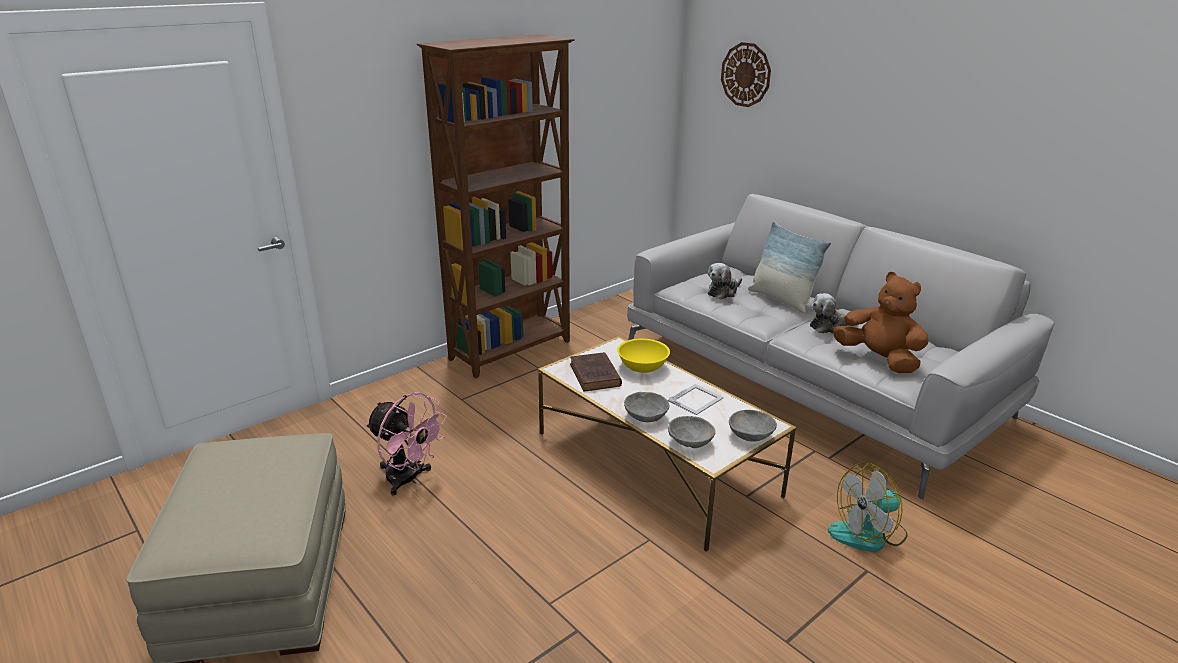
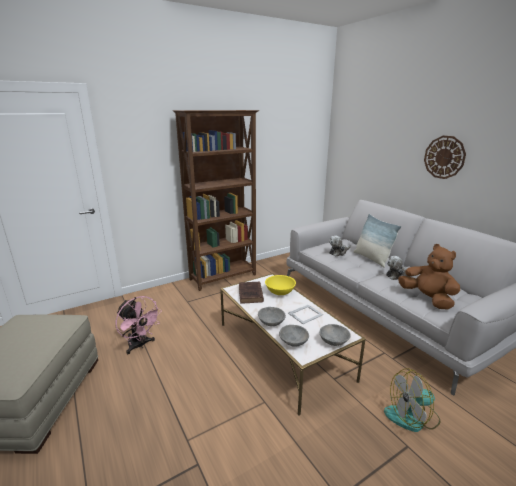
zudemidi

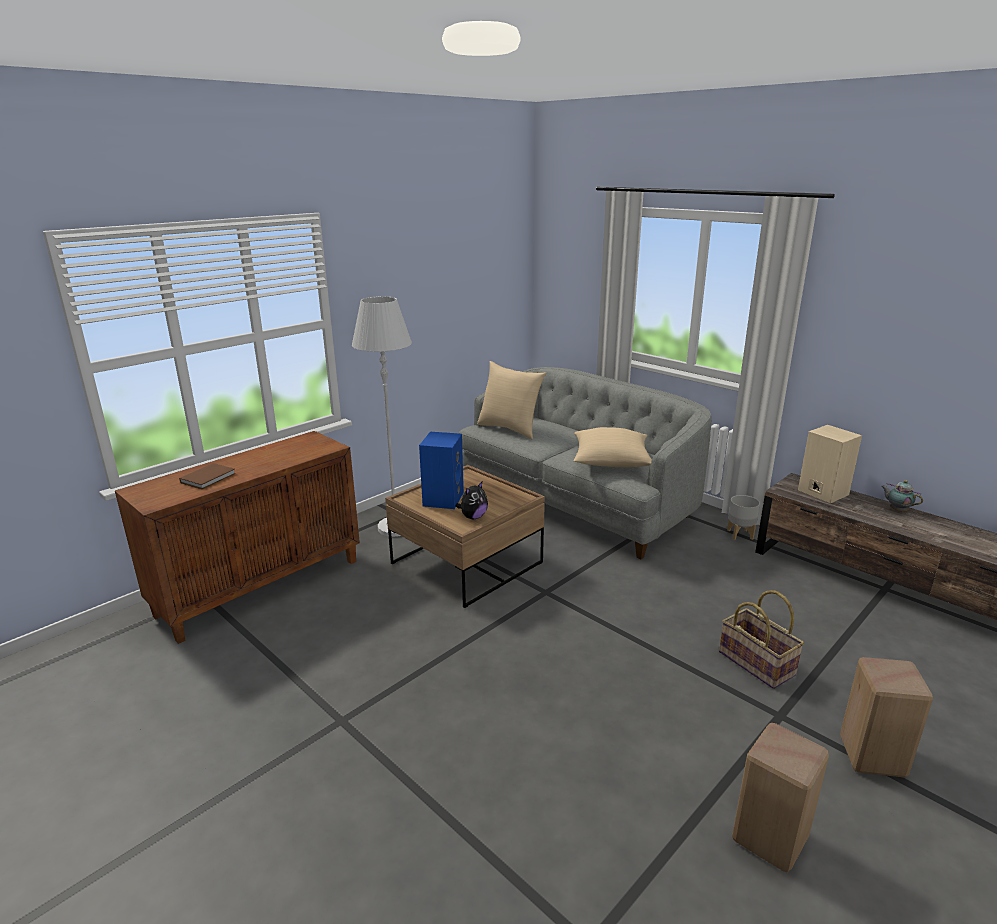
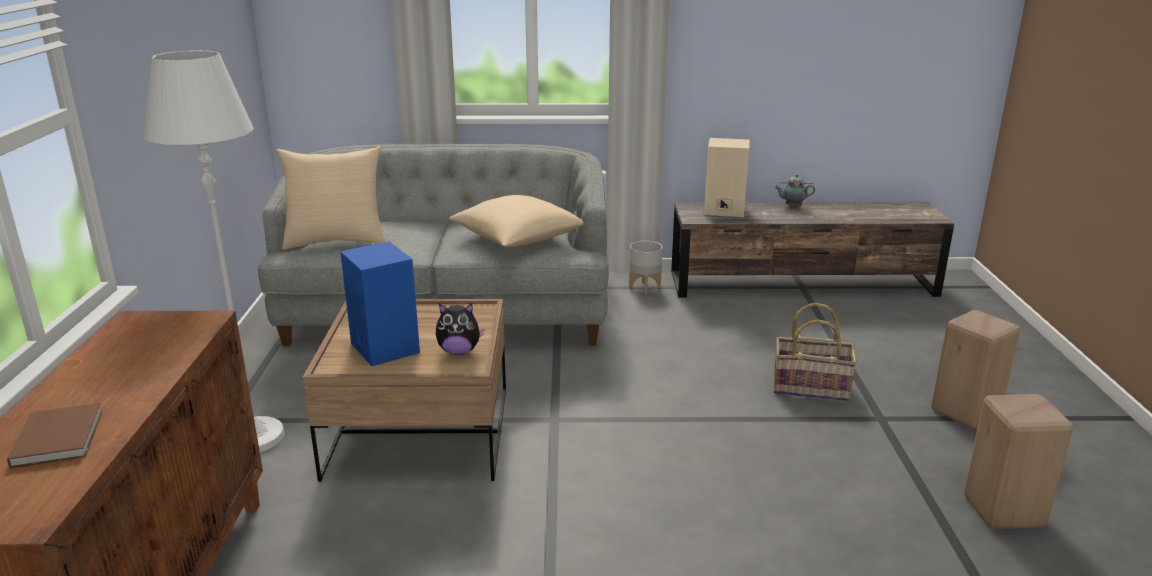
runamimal

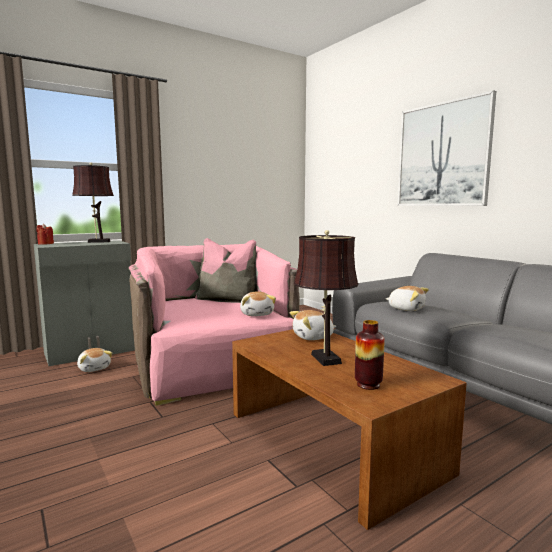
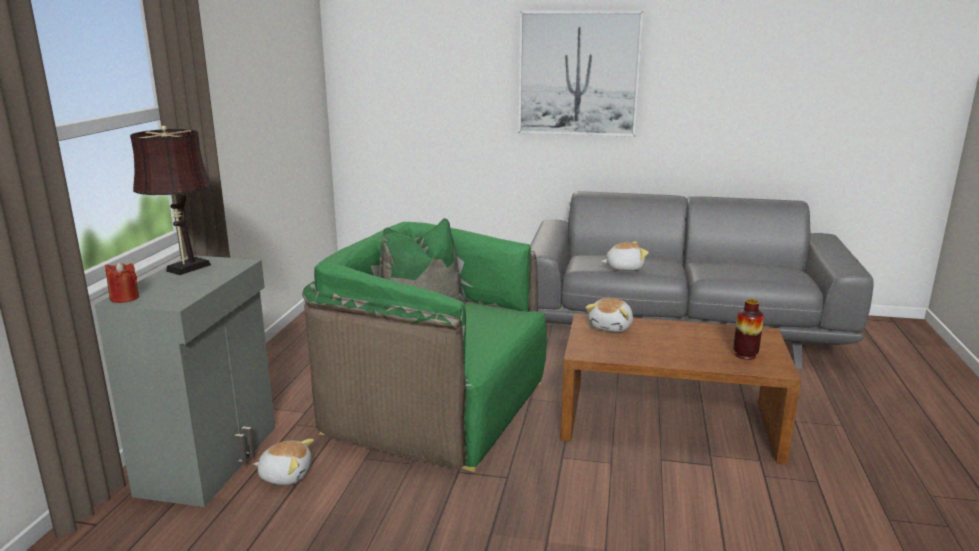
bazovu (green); runamimal (2nd from left in the first image); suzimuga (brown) (2nd from left in the first image)

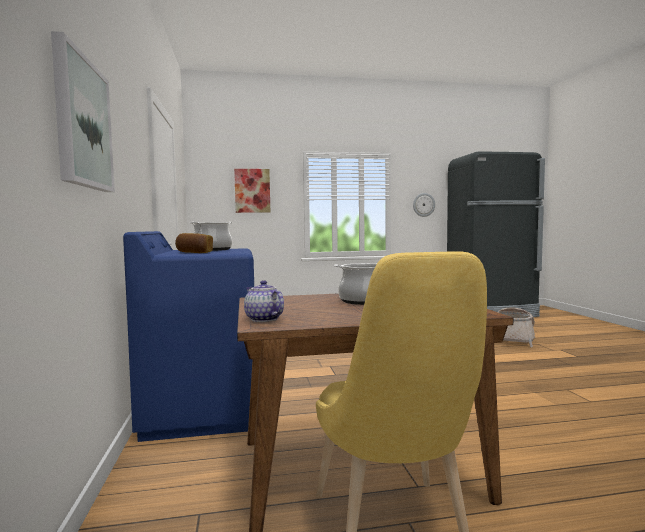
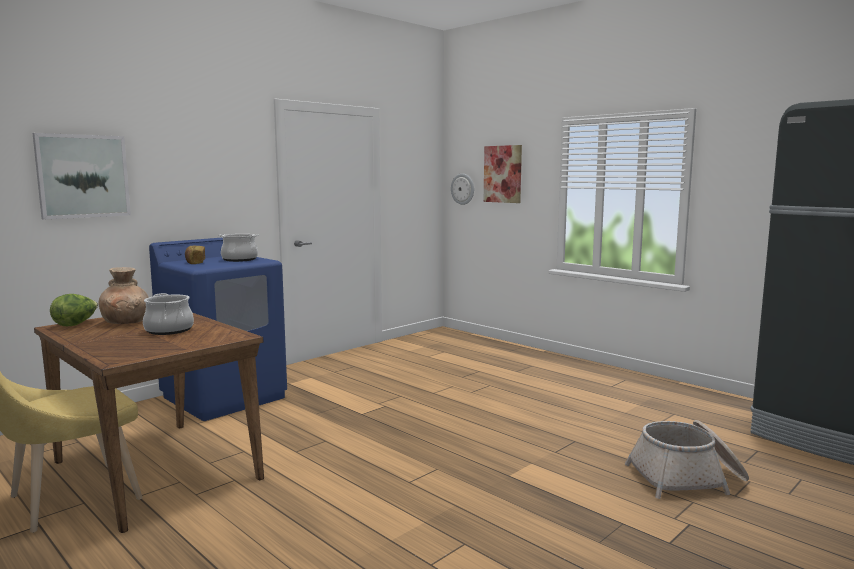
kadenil; zudemidi; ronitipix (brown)

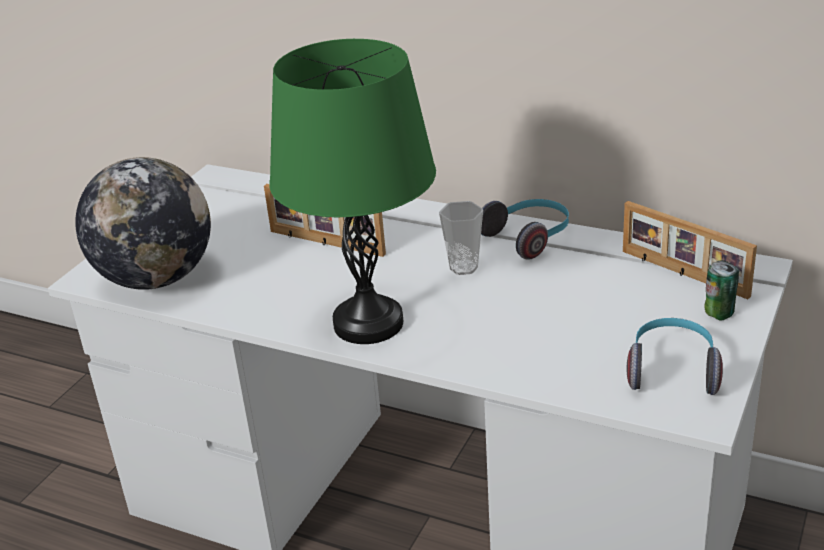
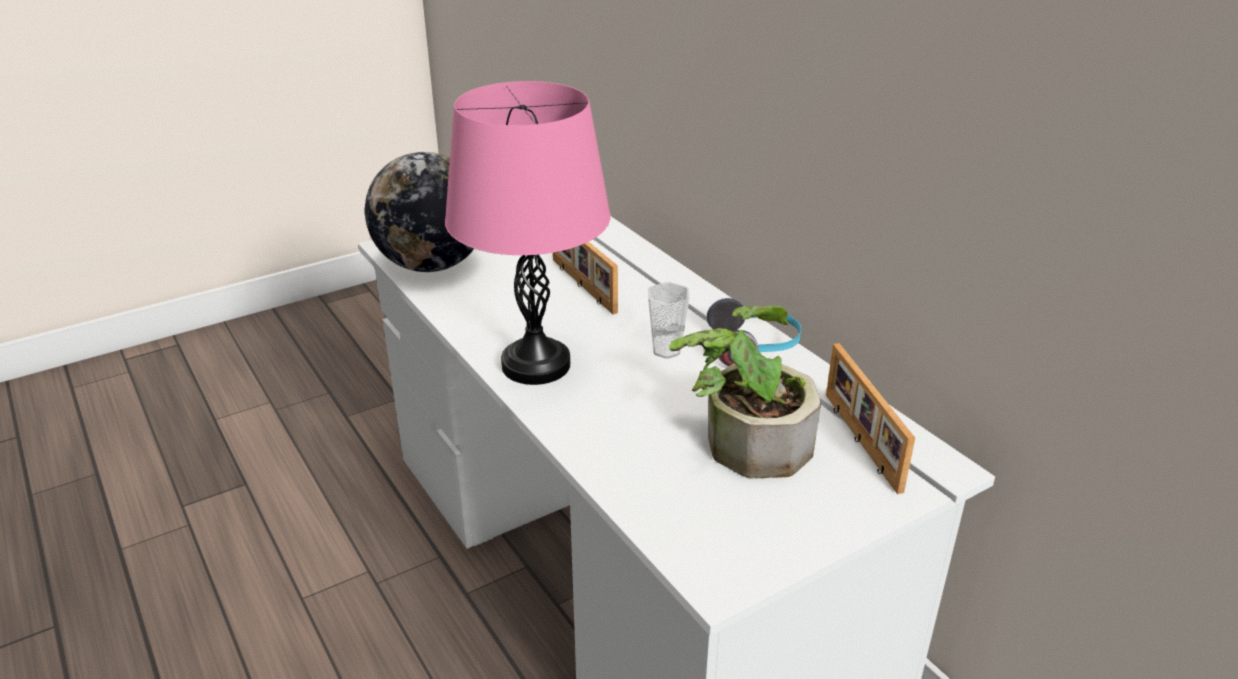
suzimuga (pink); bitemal (2nd from left in the first image); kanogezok; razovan

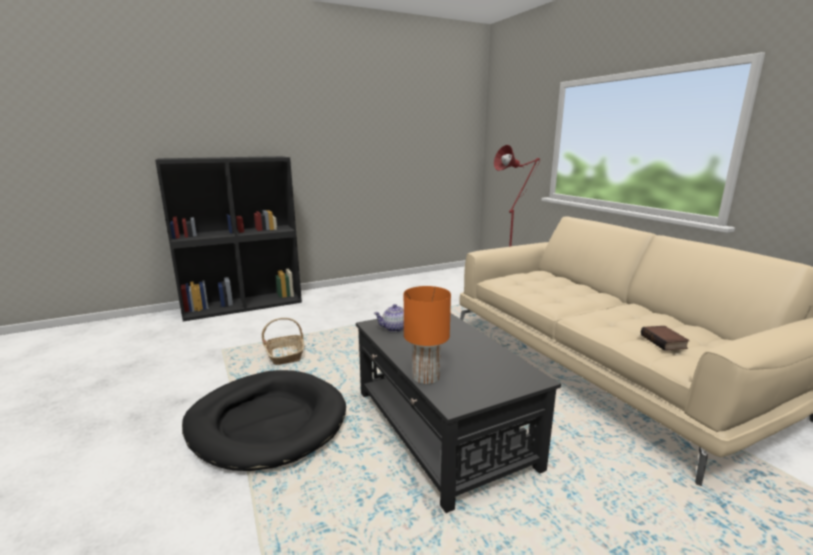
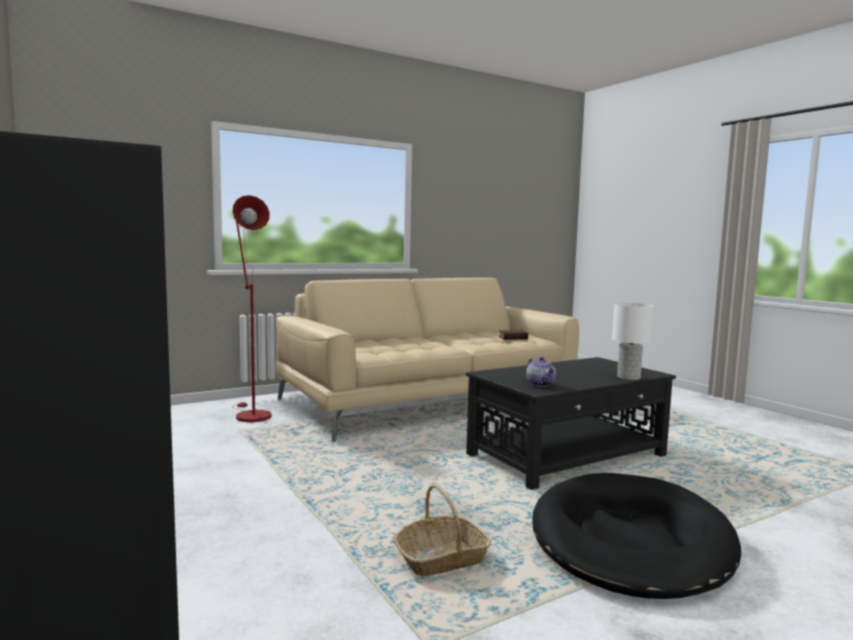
suzimuga (white)

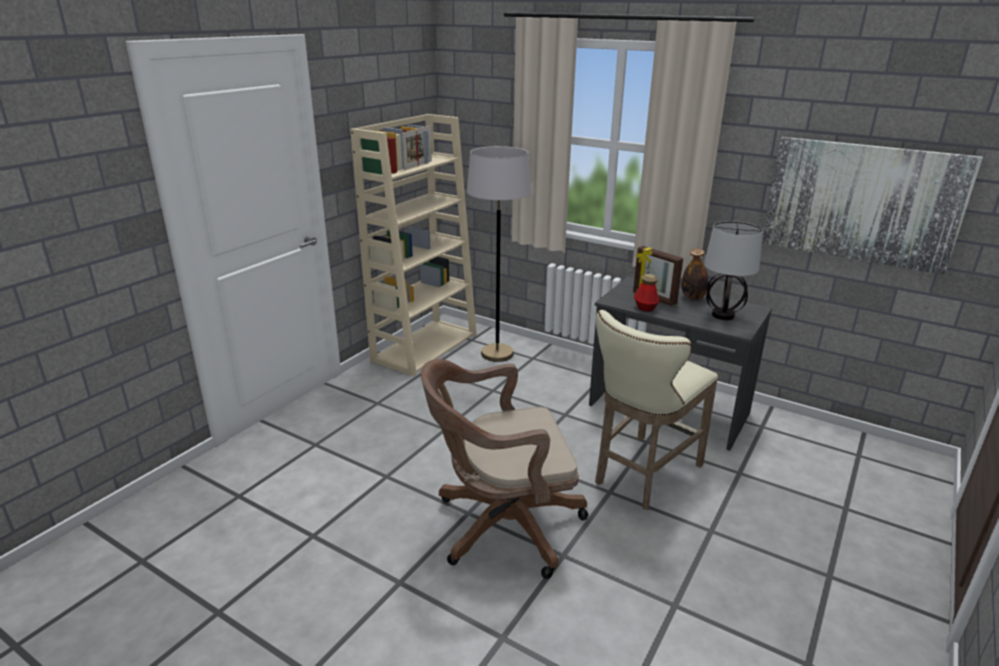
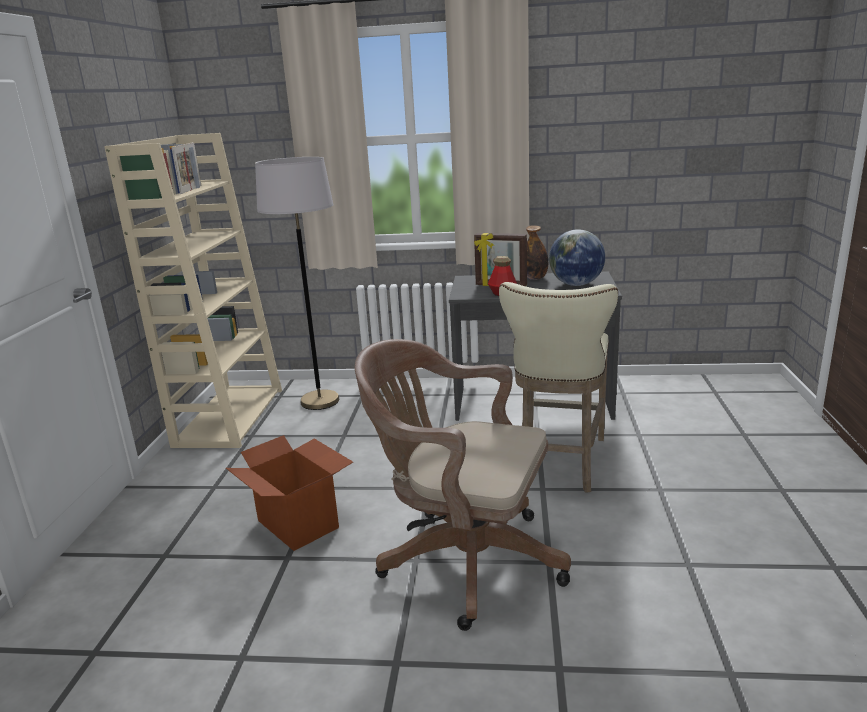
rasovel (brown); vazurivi; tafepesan; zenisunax

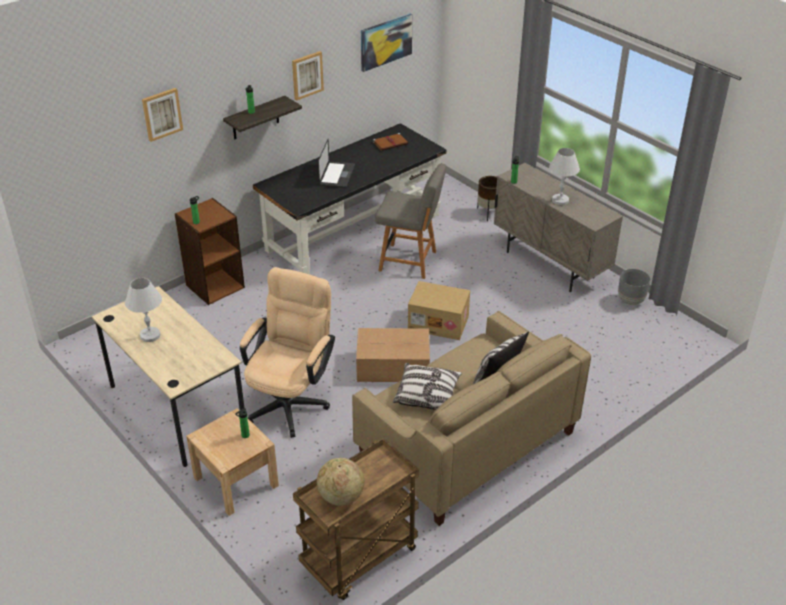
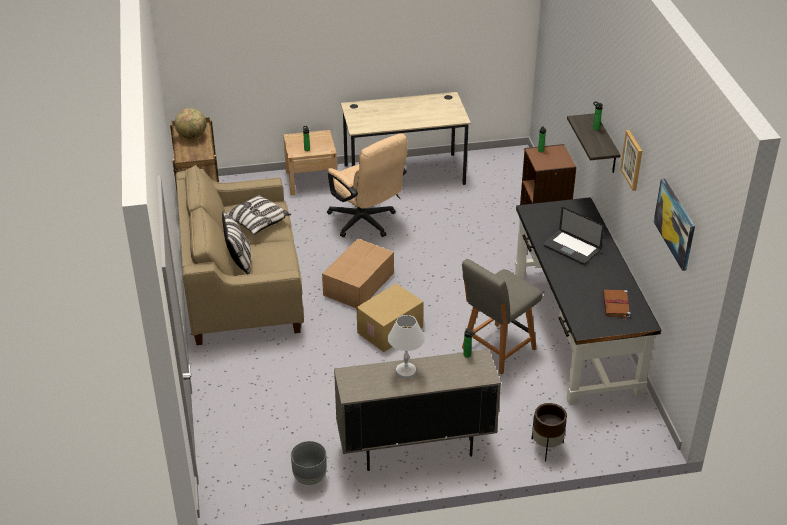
suzimuga (white) (1st from left in the first image); tafepesan (1st from left in the first image)

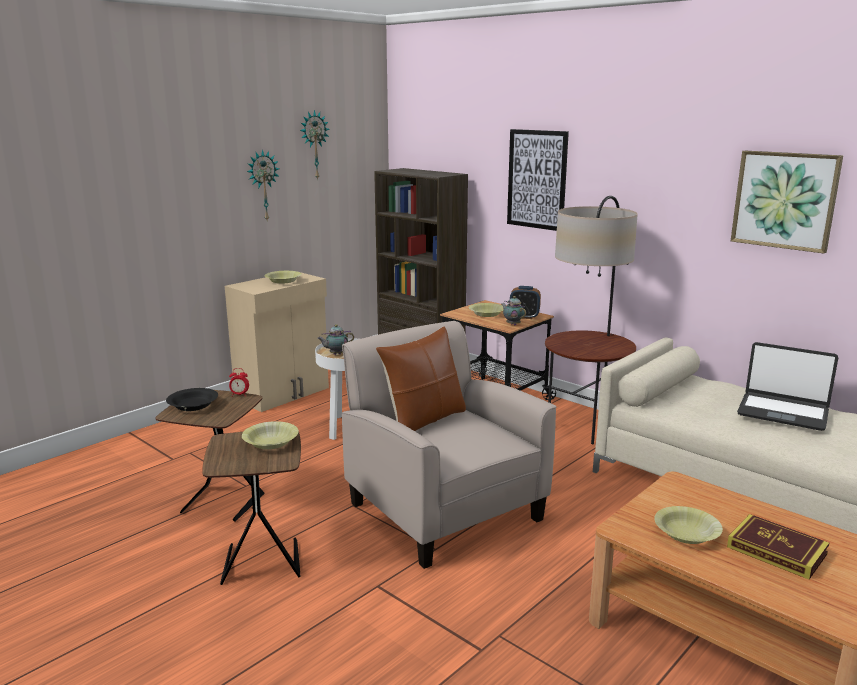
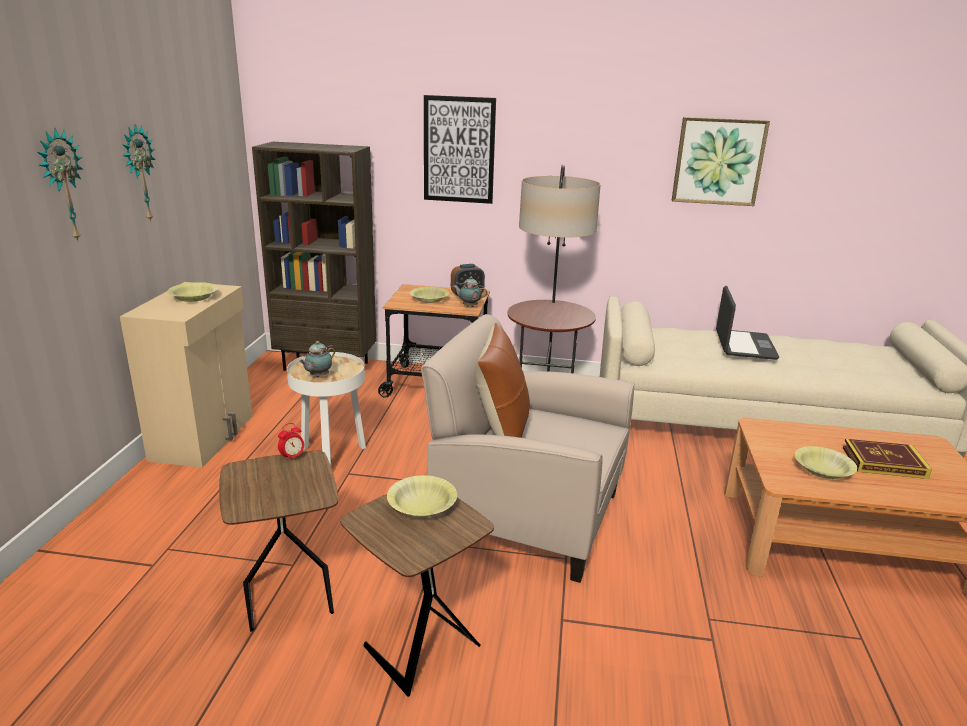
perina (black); zudemidi (1st from left); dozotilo

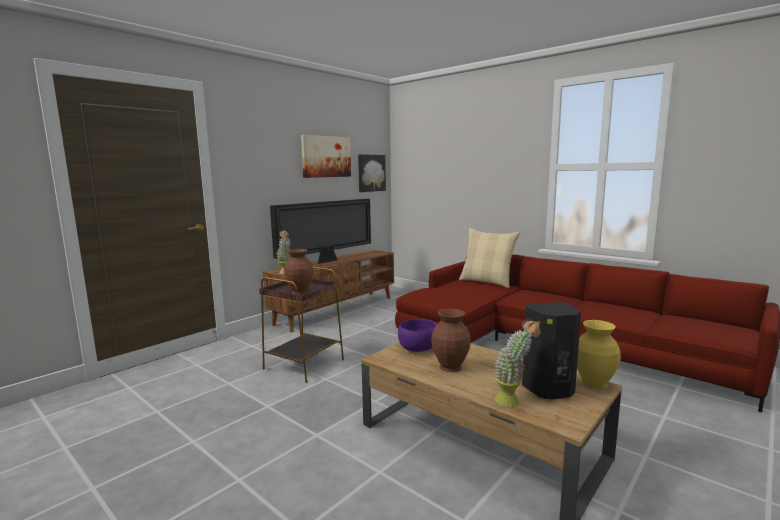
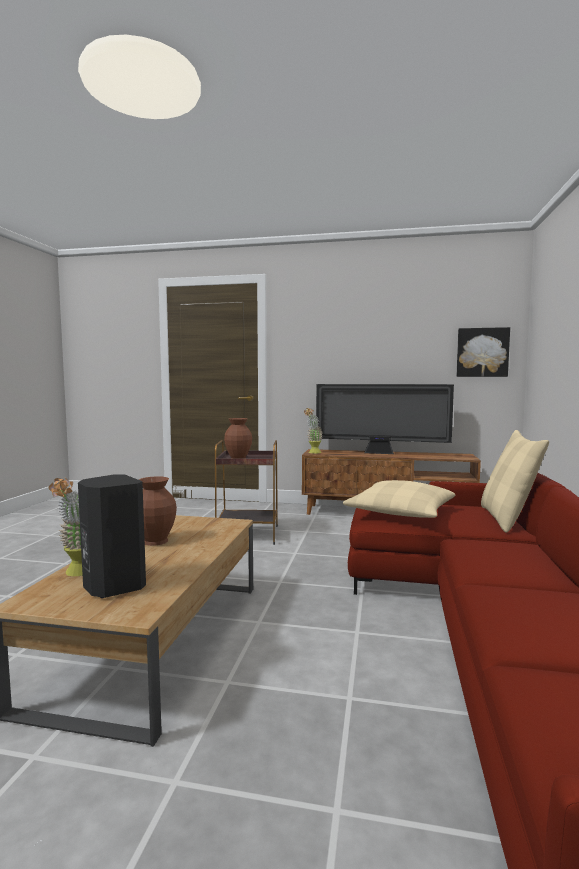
tafepesan (1st from left in the first image); perina (purple); ronitipix (yellow); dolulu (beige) (1st from left)

